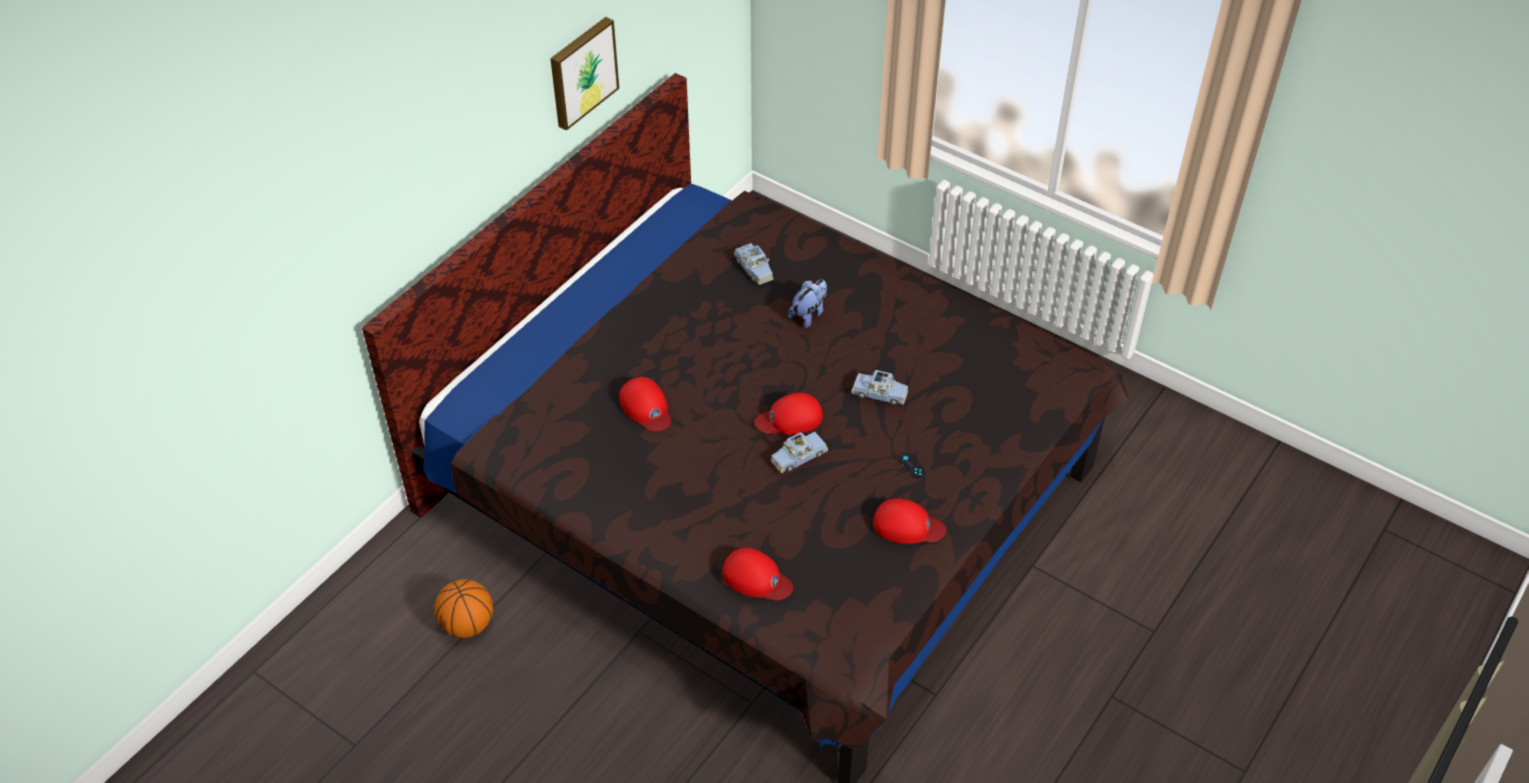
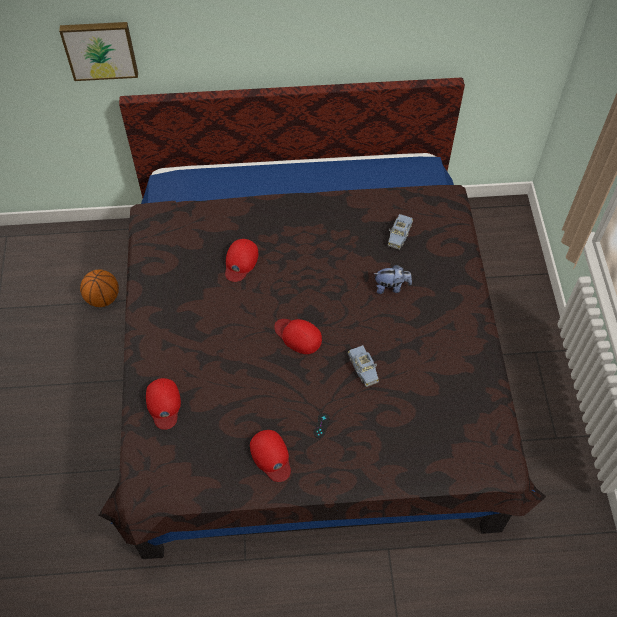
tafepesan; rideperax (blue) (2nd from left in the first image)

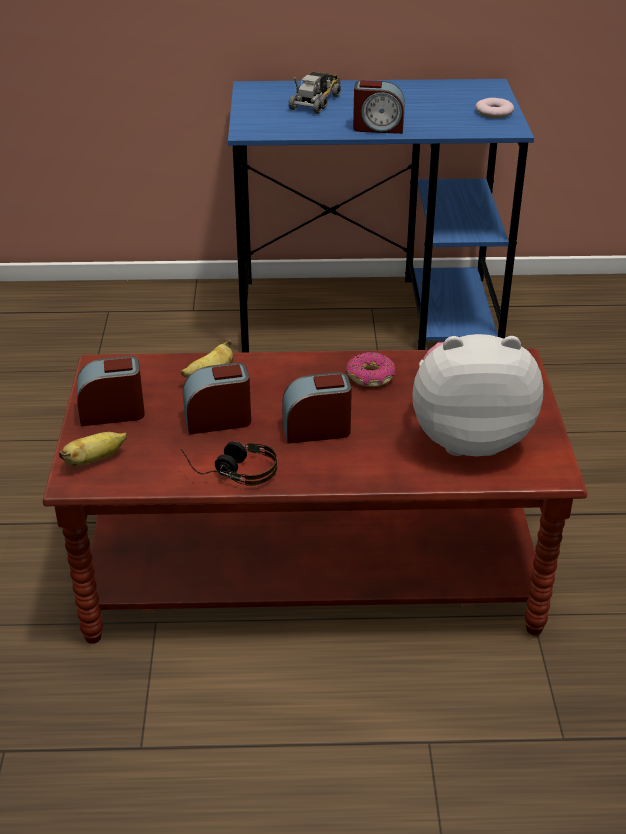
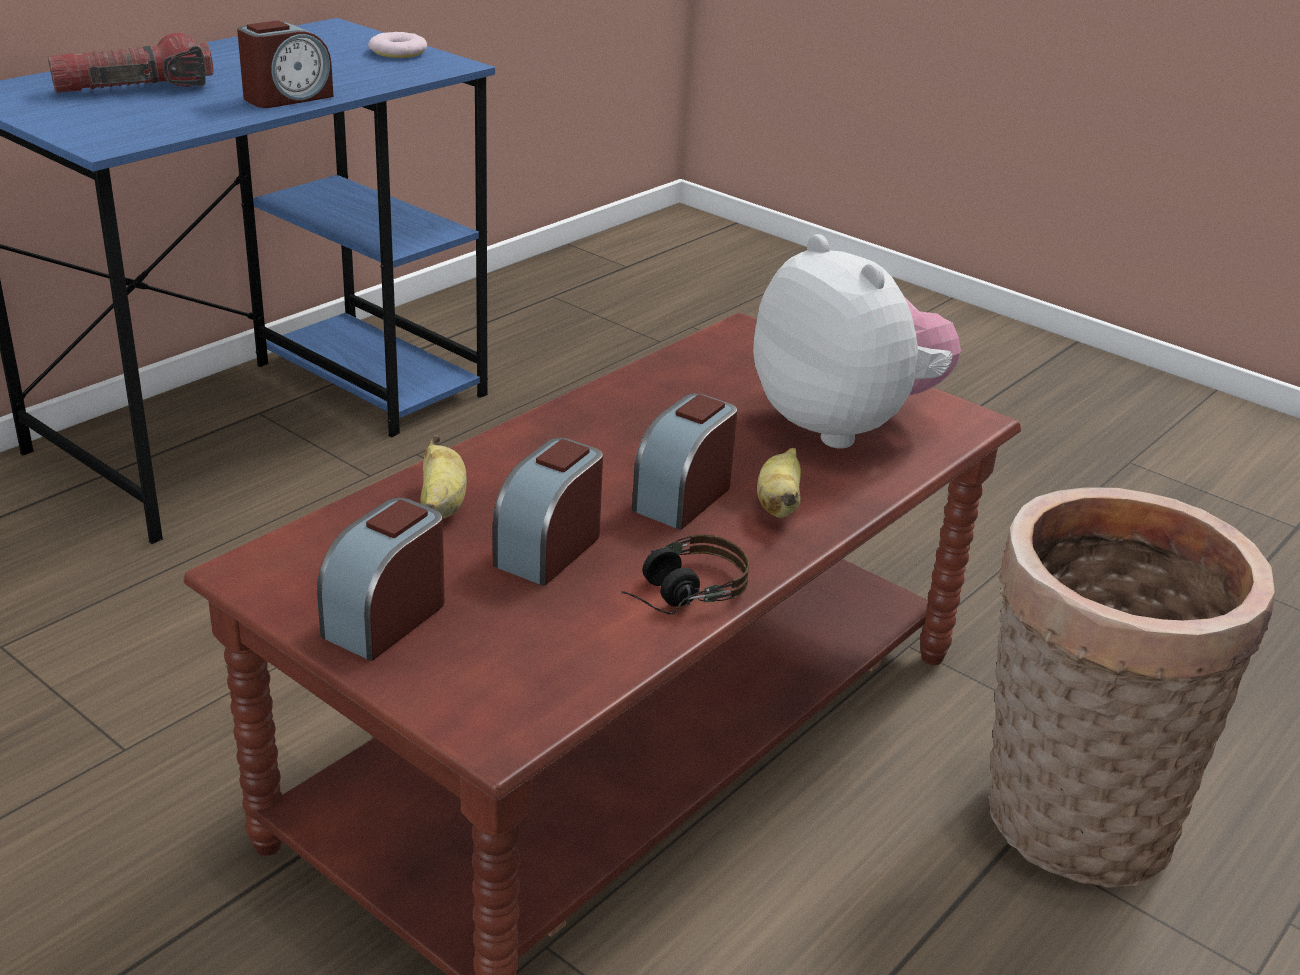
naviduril (2nd from left); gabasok; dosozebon (1st from left in the first image); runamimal; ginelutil

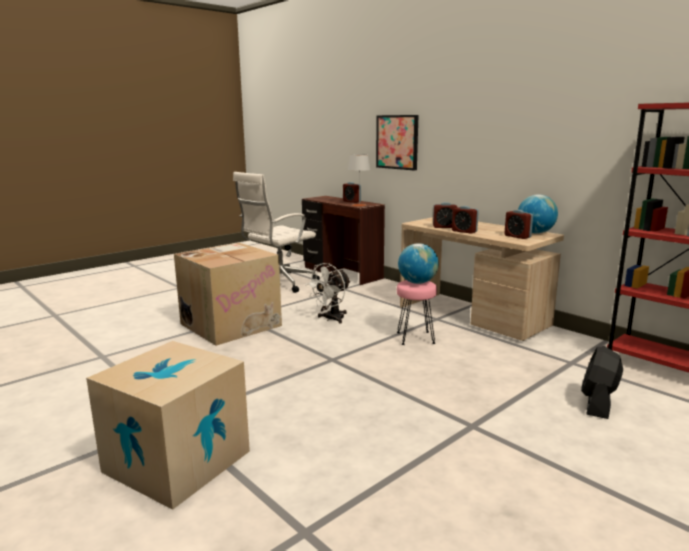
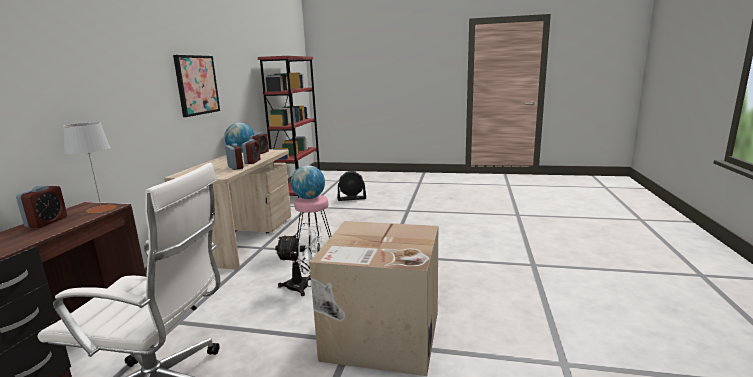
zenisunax (1st from left in the first image); tafepesan

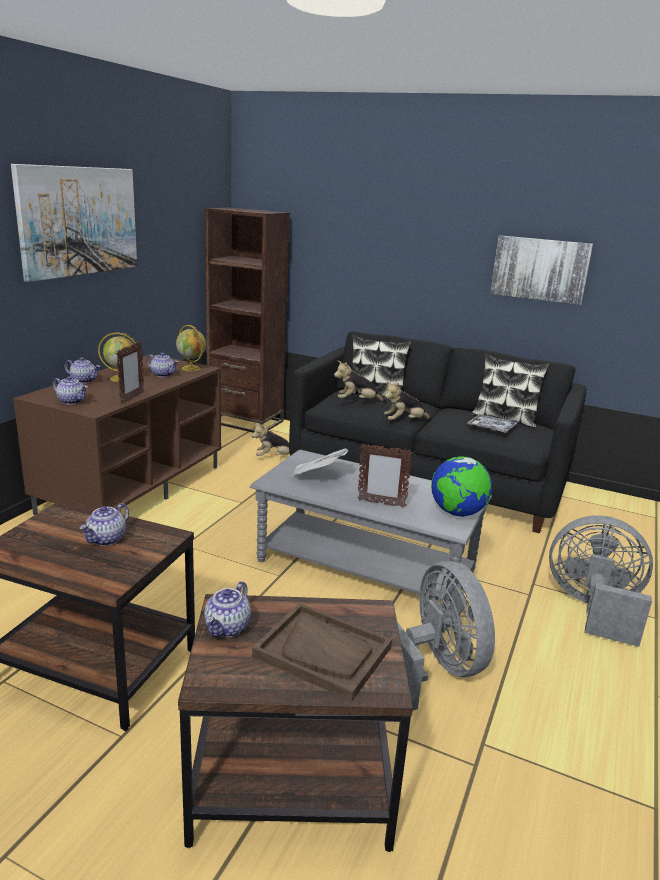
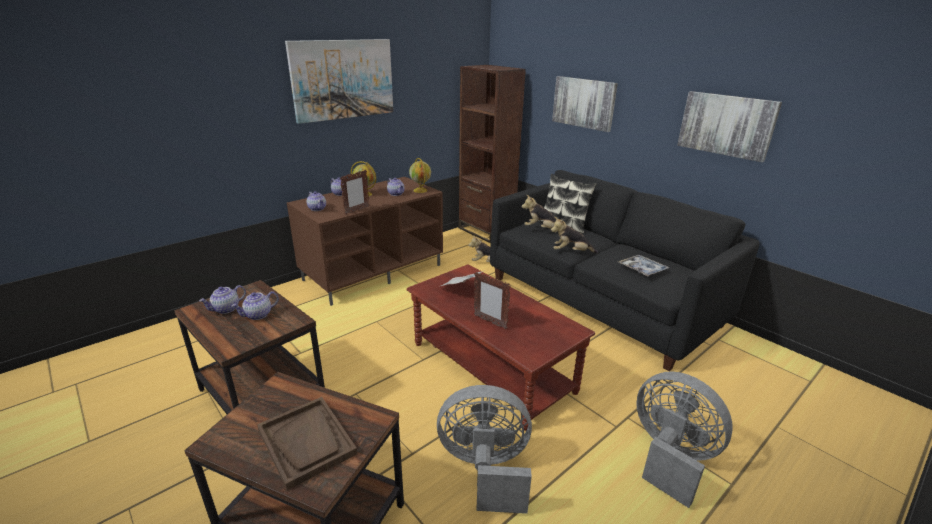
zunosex (1st from left); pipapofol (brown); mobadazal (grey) (1st from left); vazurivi (3rd from left in the first image); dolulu (2nd from left in the first image); tafepesan (2nd from left)

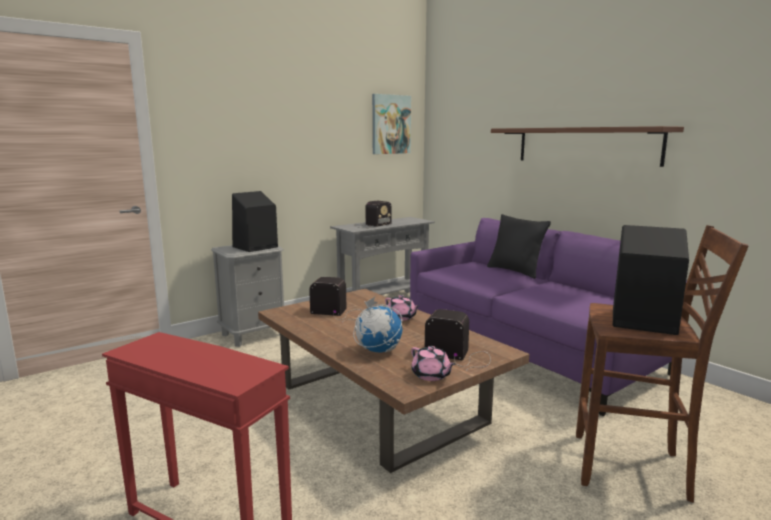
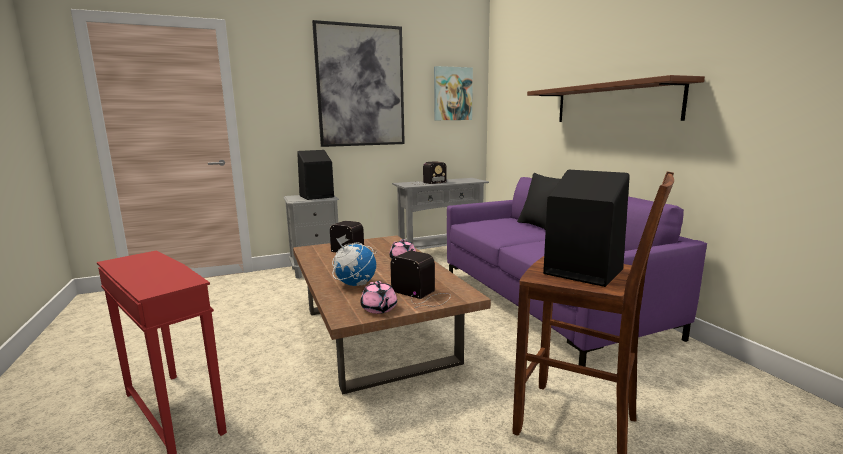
tafepesan (1st from left)

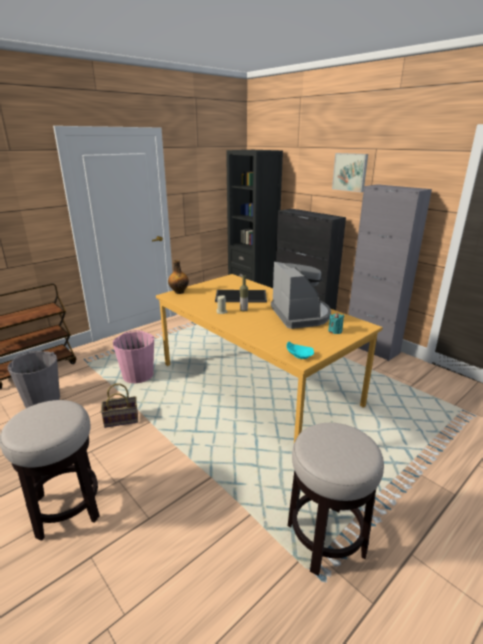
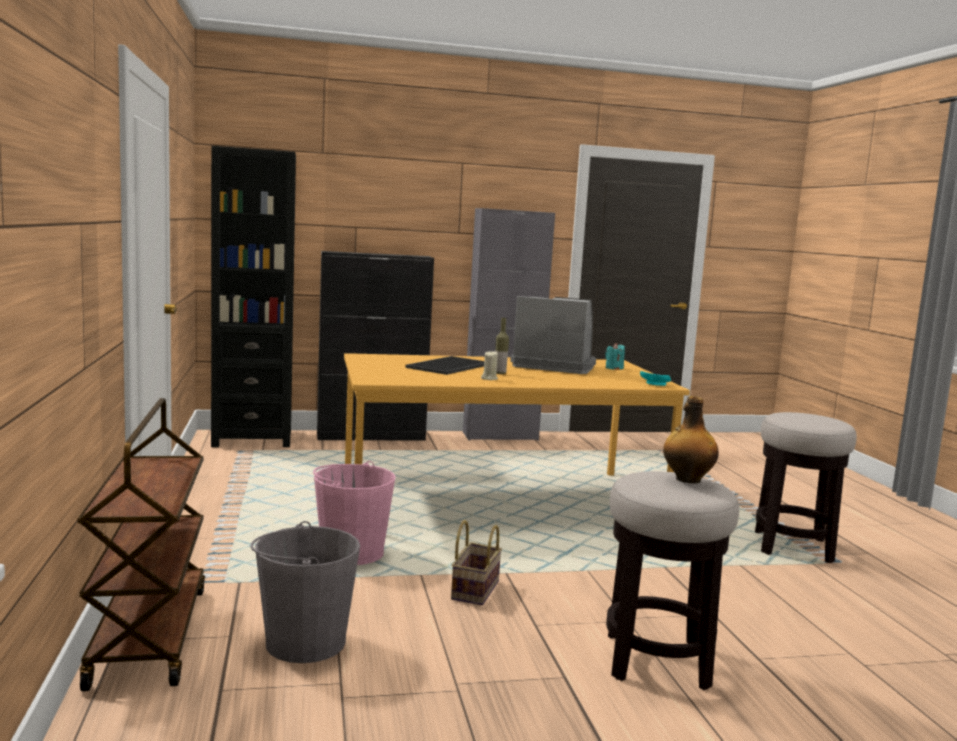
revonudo (2nd from left); tafepesan

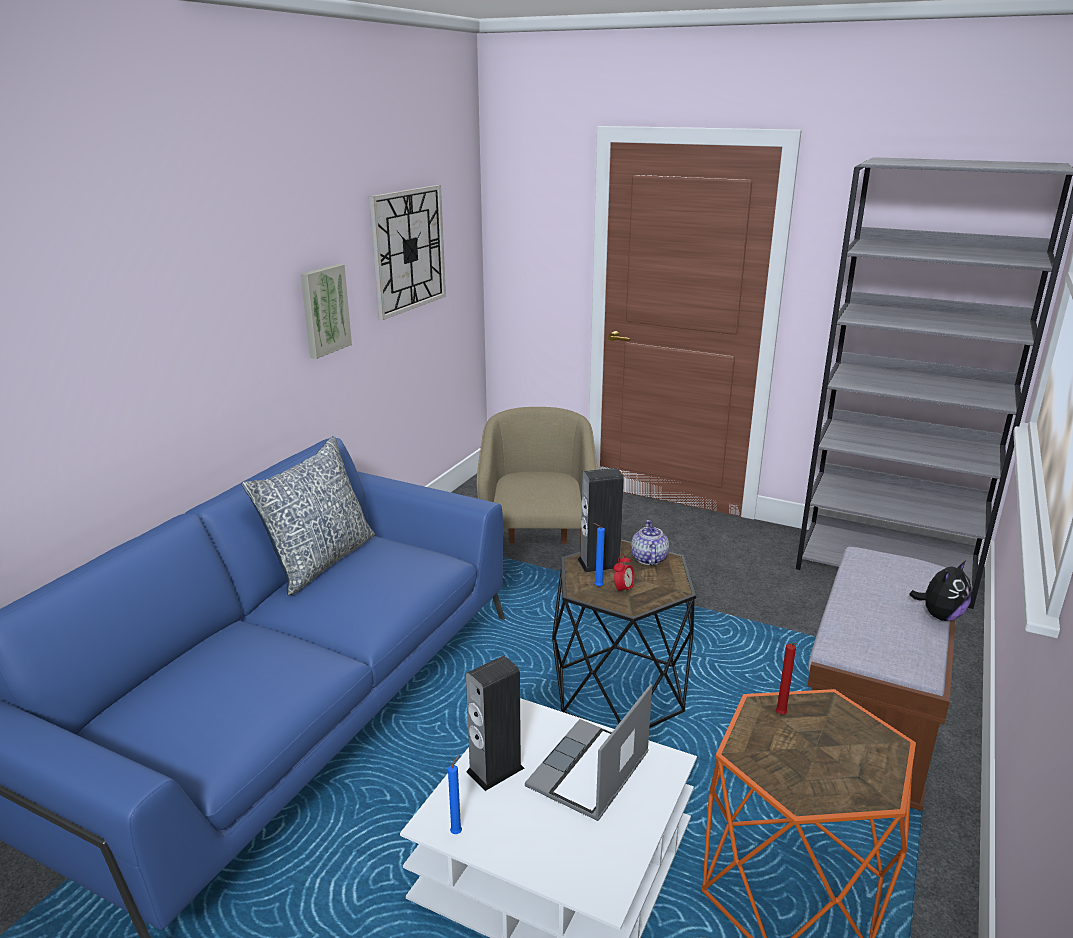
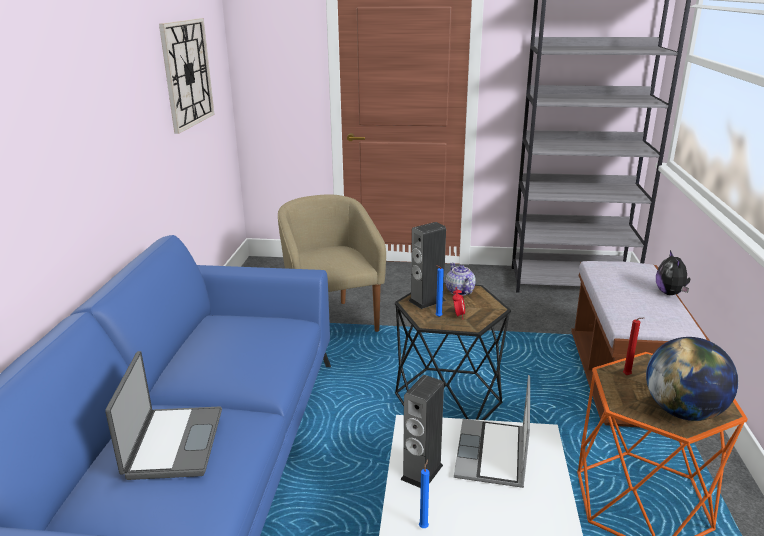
dolulu; tafepesan; runamimal; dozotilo (1st from left); vazurivi

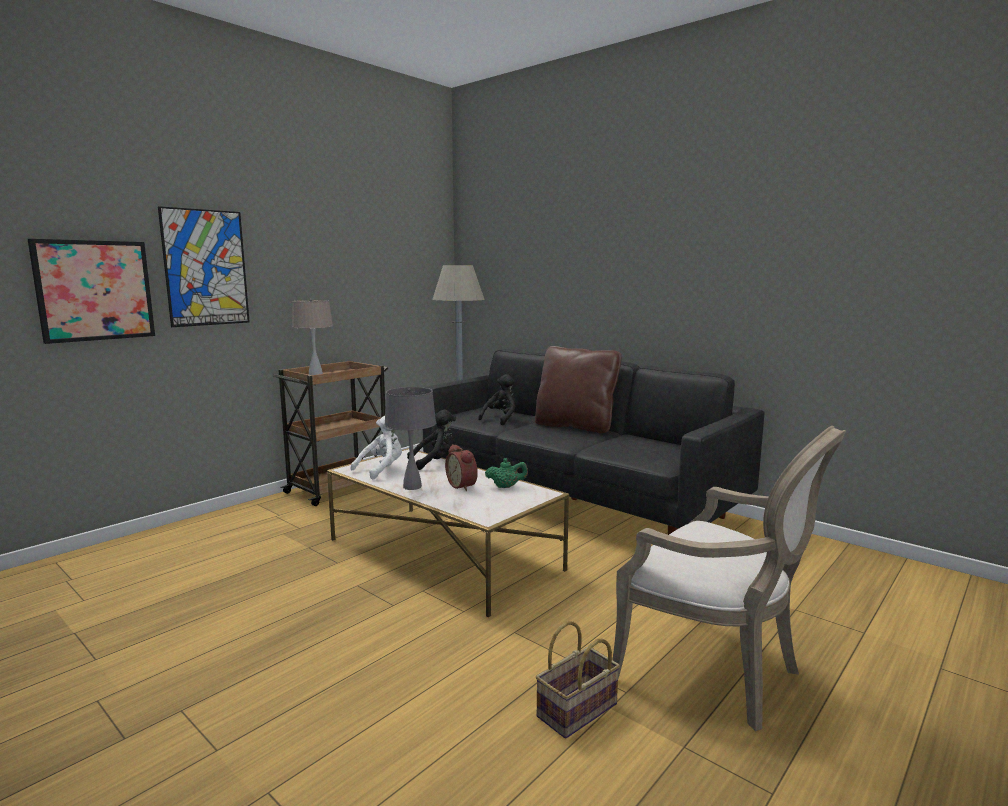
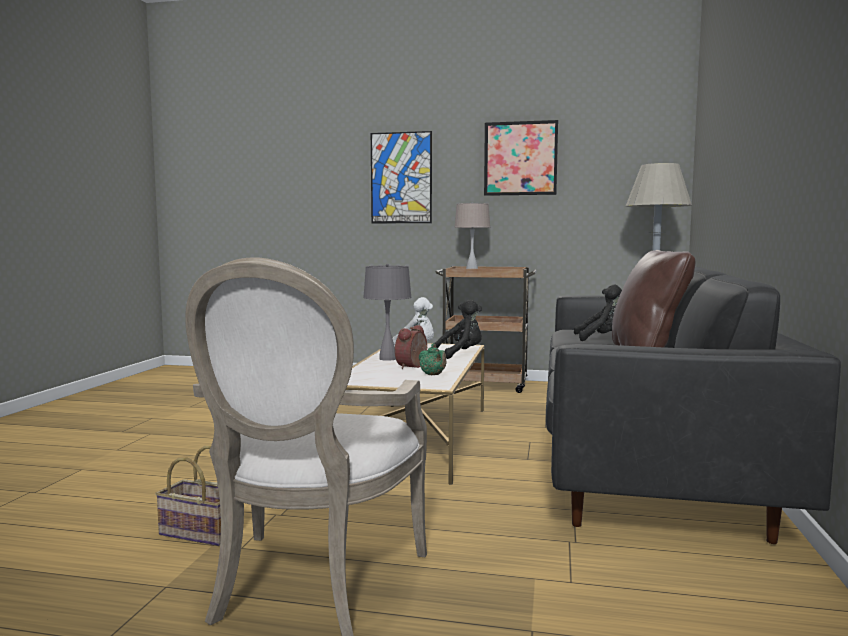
tafepesan (2nd from left); runamimal (black) (1st from left)

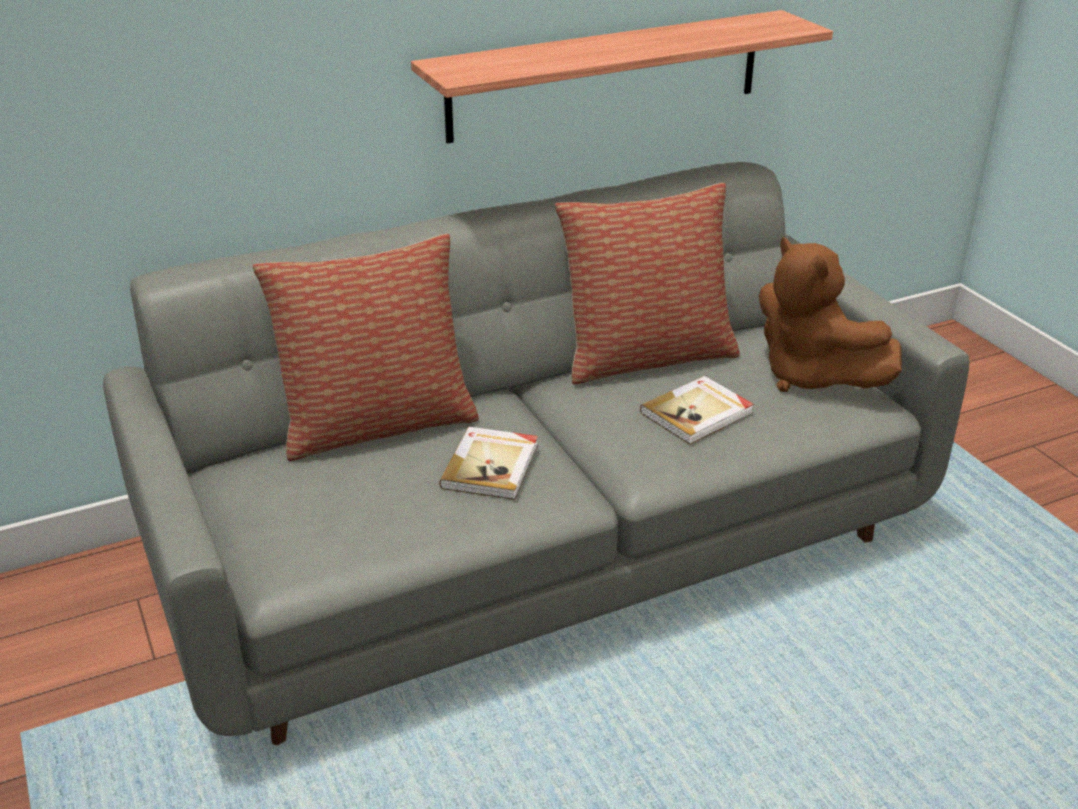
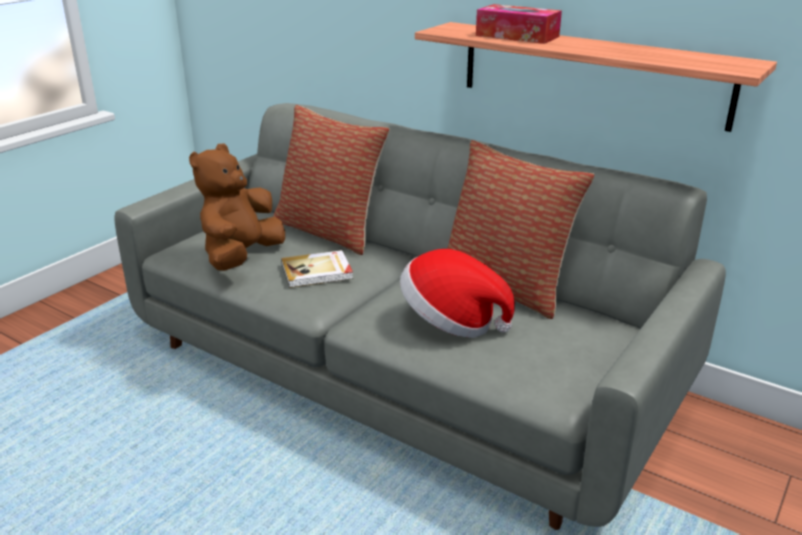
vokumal; runamimal (brown); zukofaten

